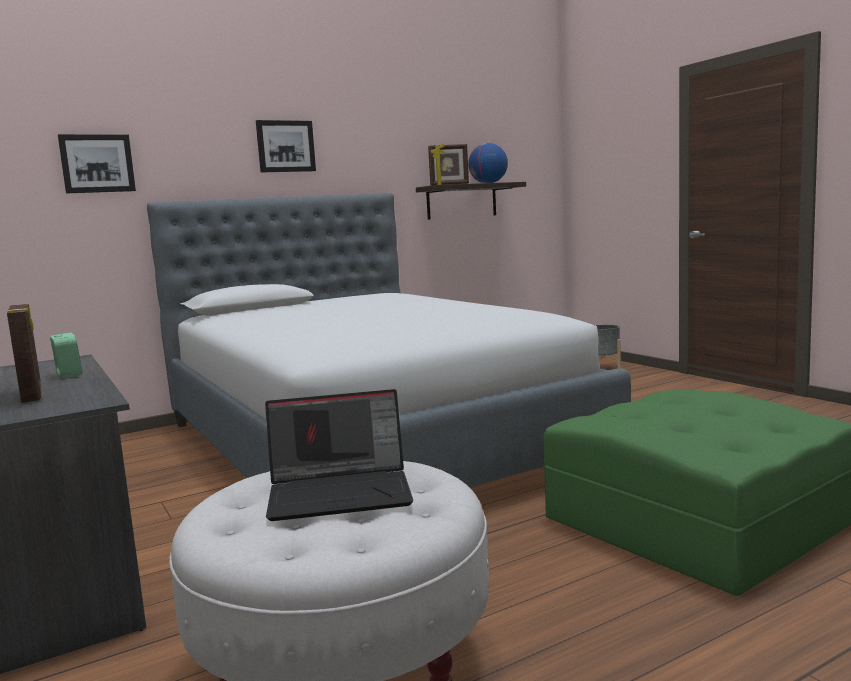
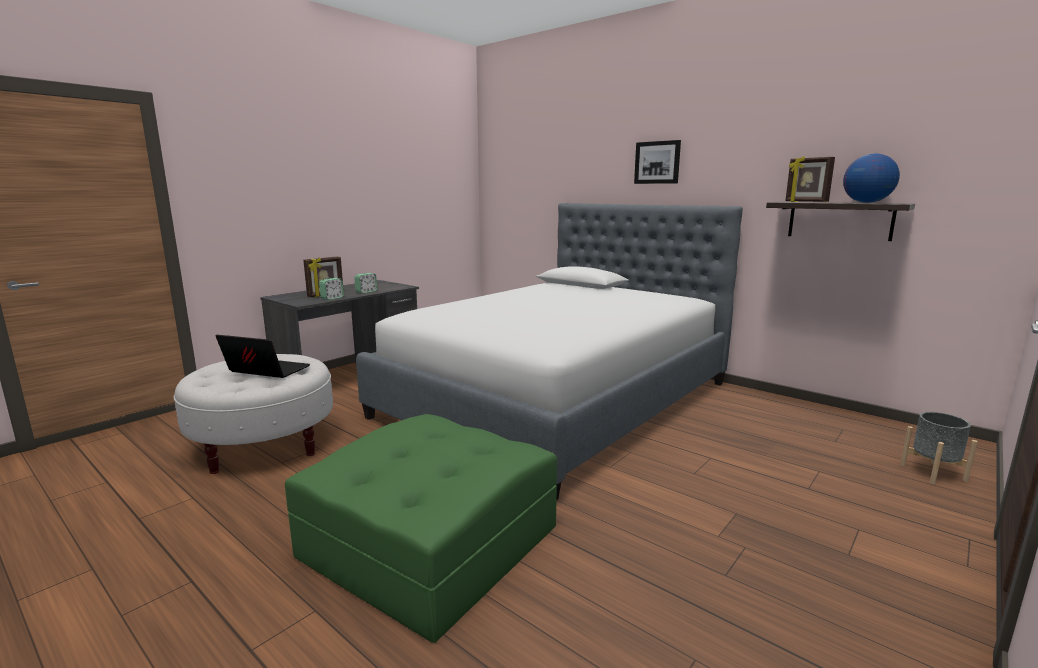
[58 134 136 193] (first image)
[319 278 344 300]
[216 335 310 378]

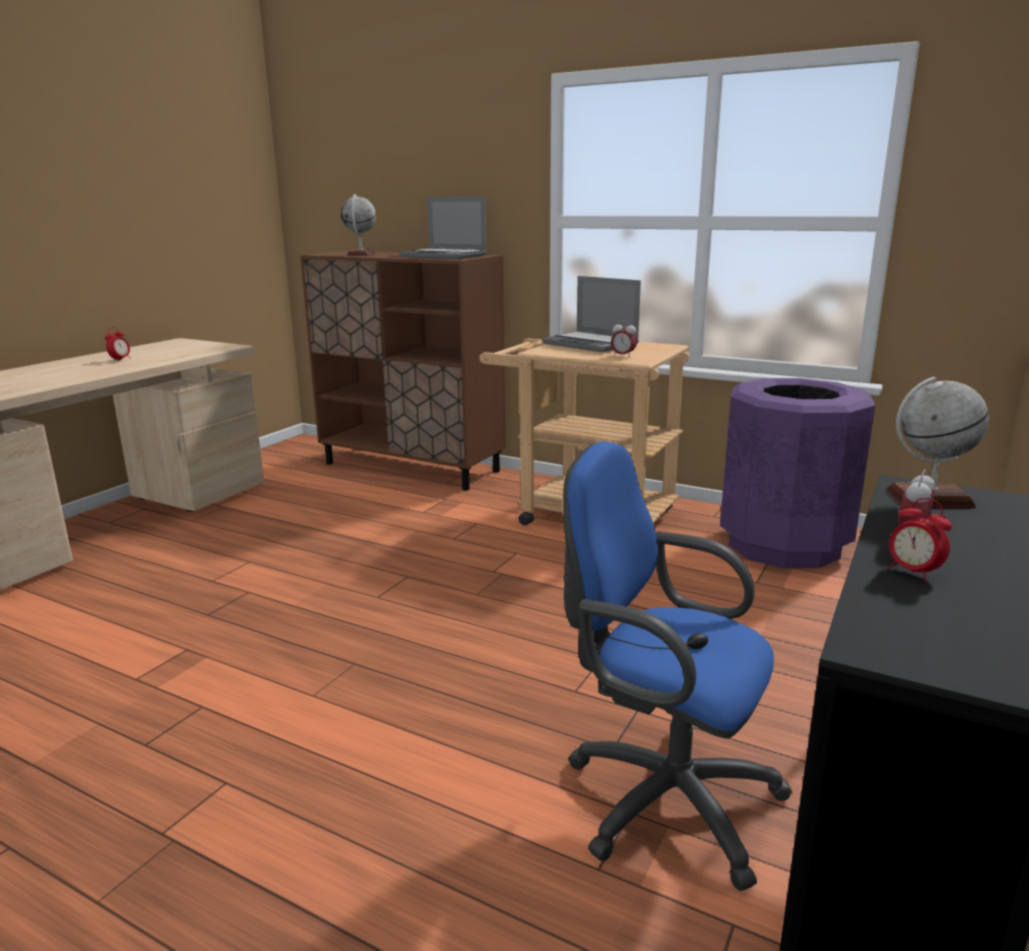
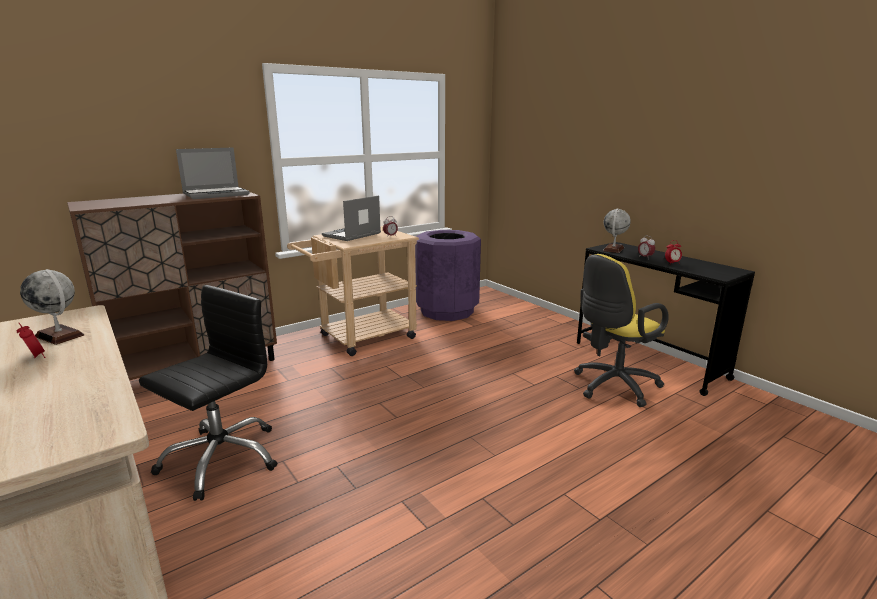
[139 285 278 501]
[20 269 84 345]
[574 254 669 407]
[322 195 381 241]

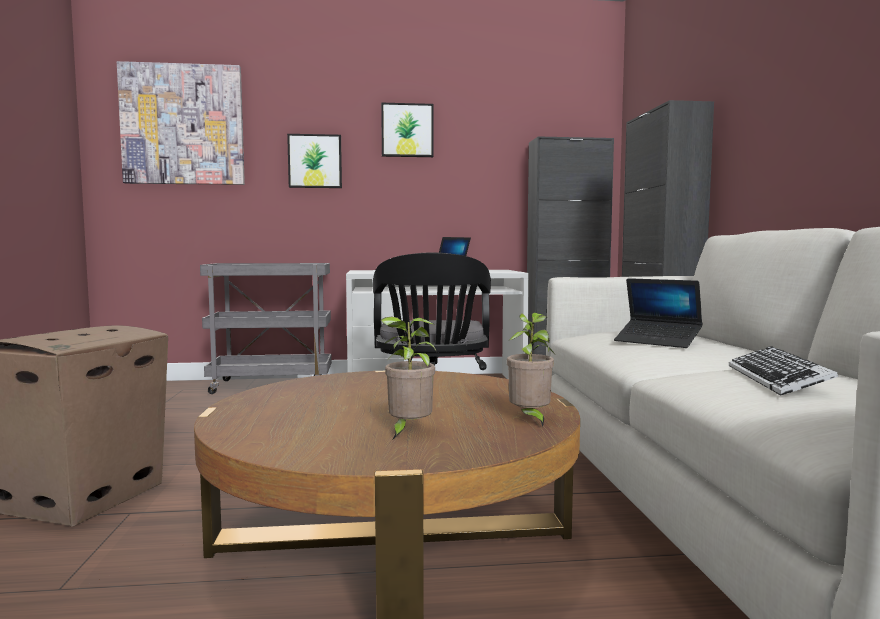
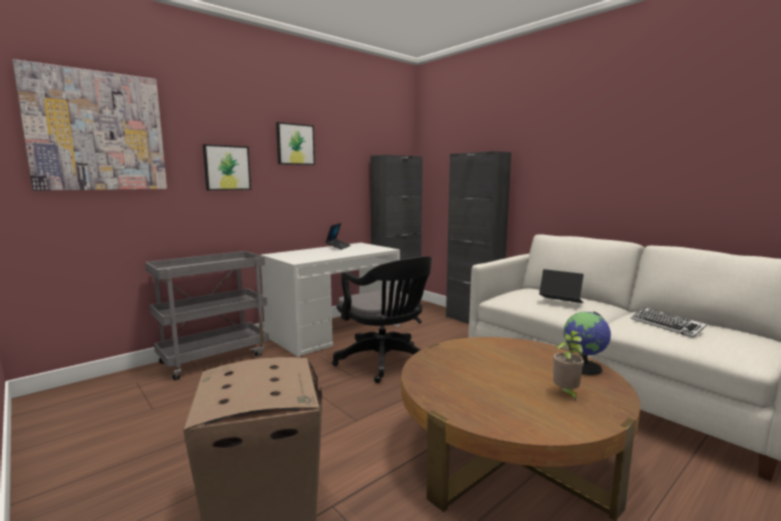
[564 311 611 375]
[539 269 584 303]

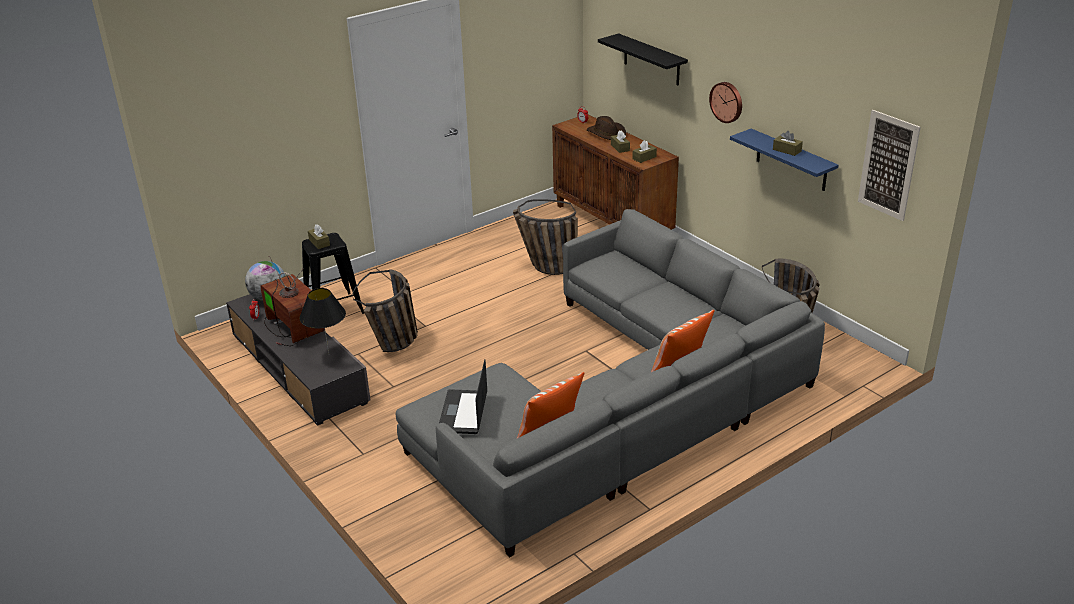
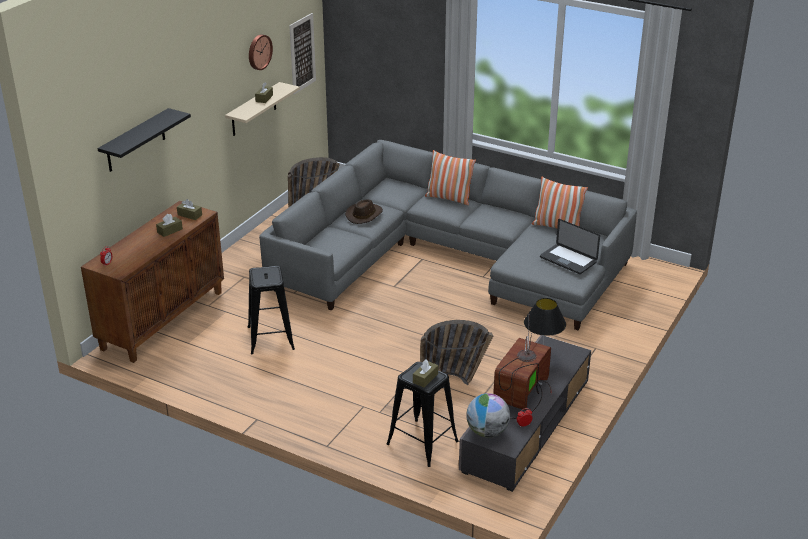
[345 199 383 224]
[249 34 273 70]
[248 266 295 354]
[225 82 300 136]
[540 219 600 274]

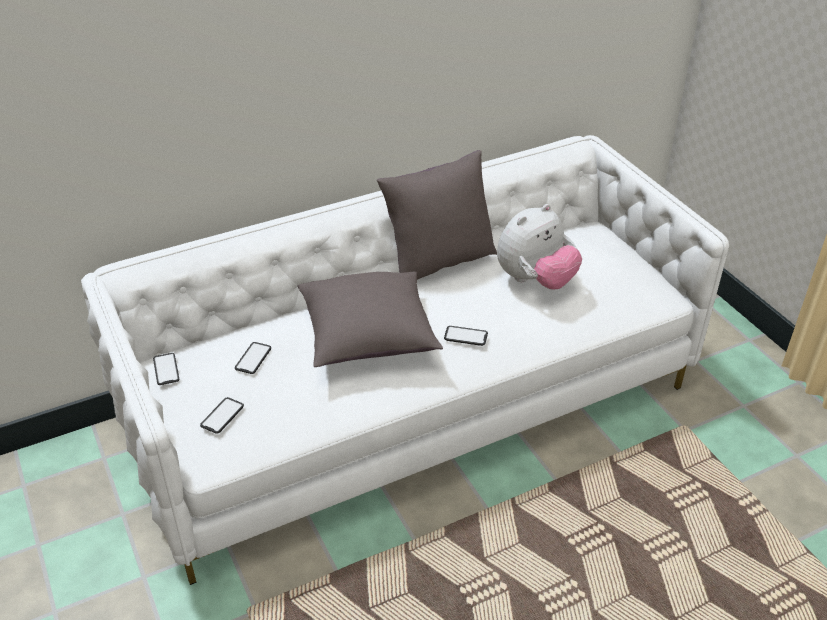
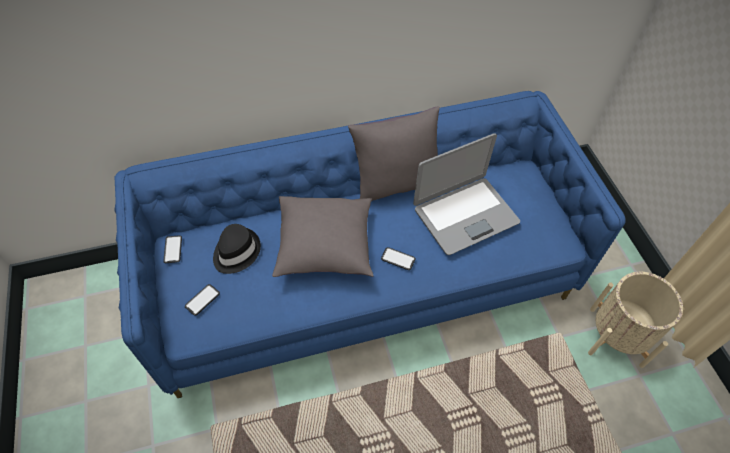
[588 272 683 368]
[213 224 261 274]
[413 133 520 255]
[114 91 626 398]

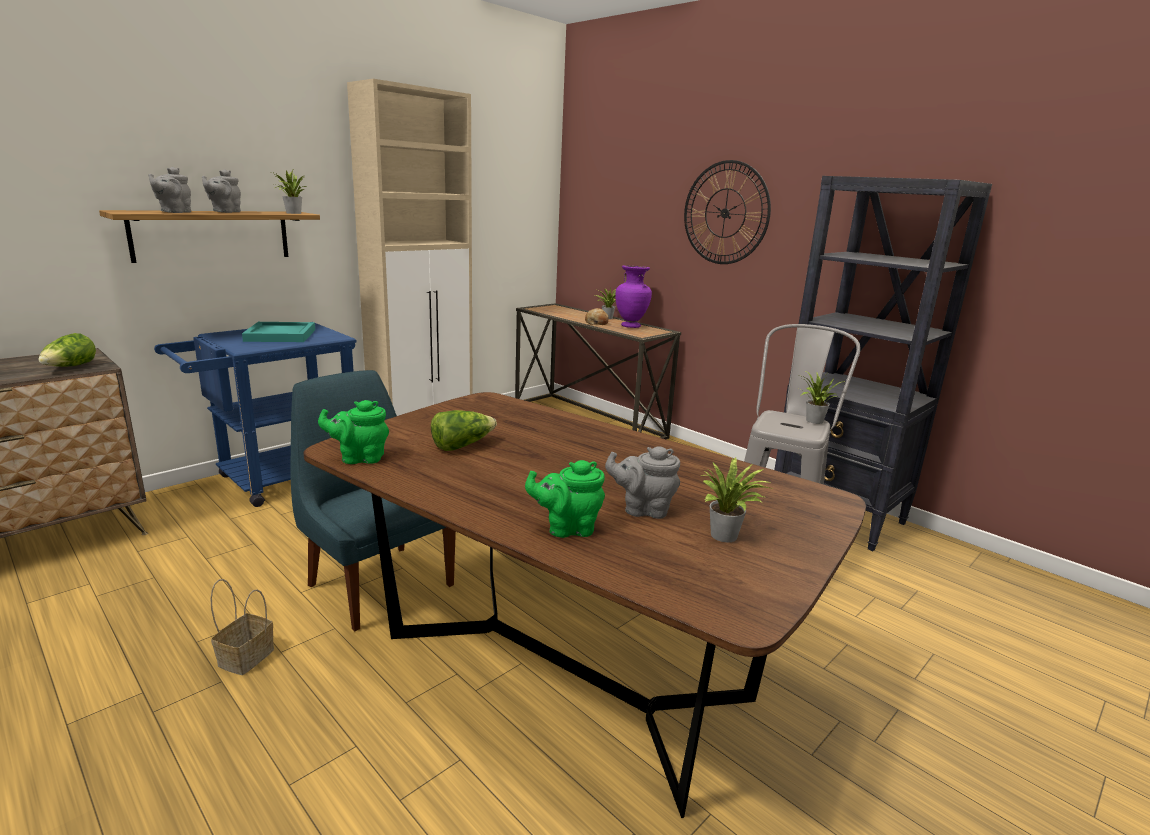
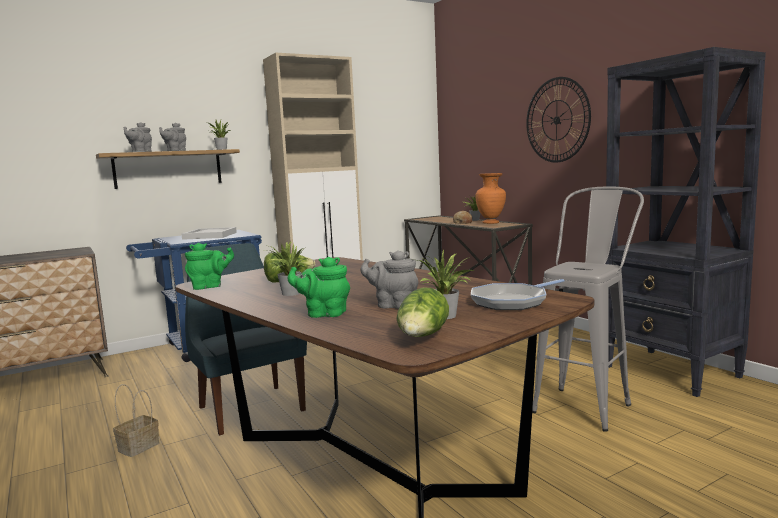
[471 279 565 310]
[396 287 449 337]
[268 241 307 296]
[181 227 237 240]
[476 173 506 224]
[185 243 234 290]

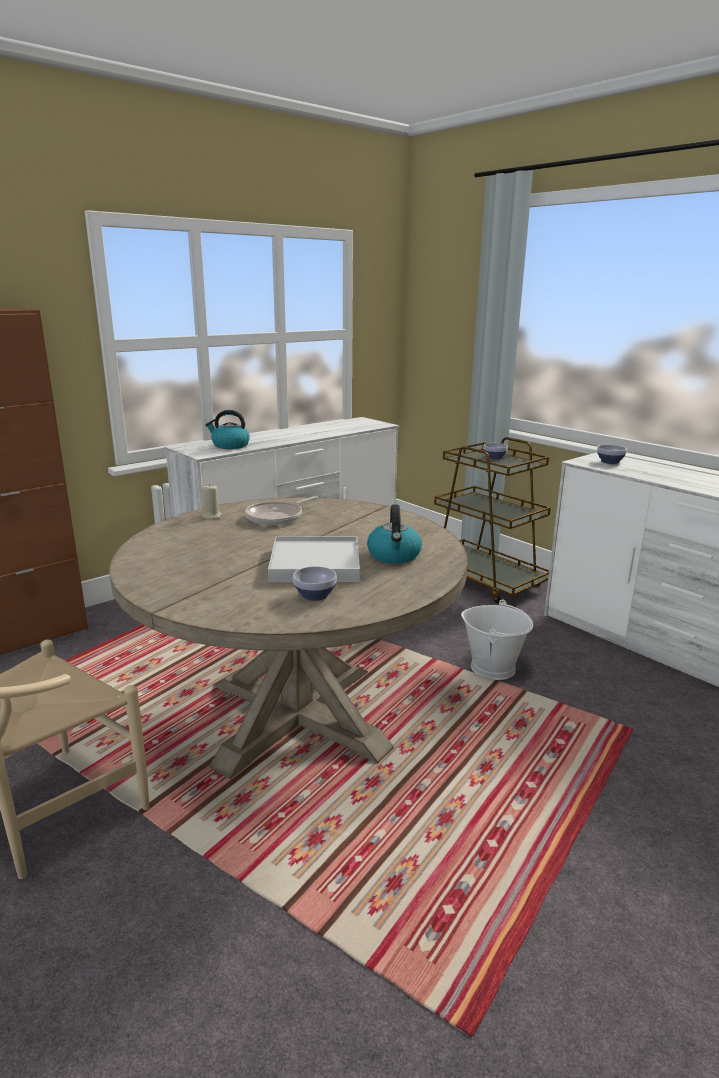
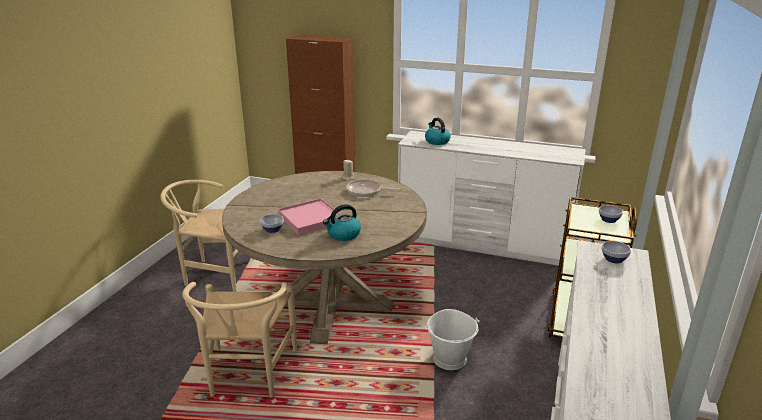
[182 282 297 398]
[278 198 341 235]

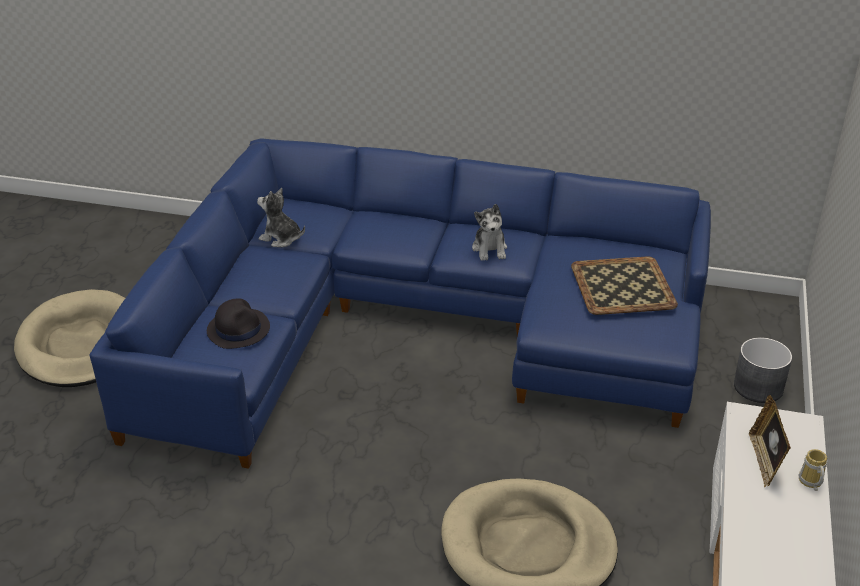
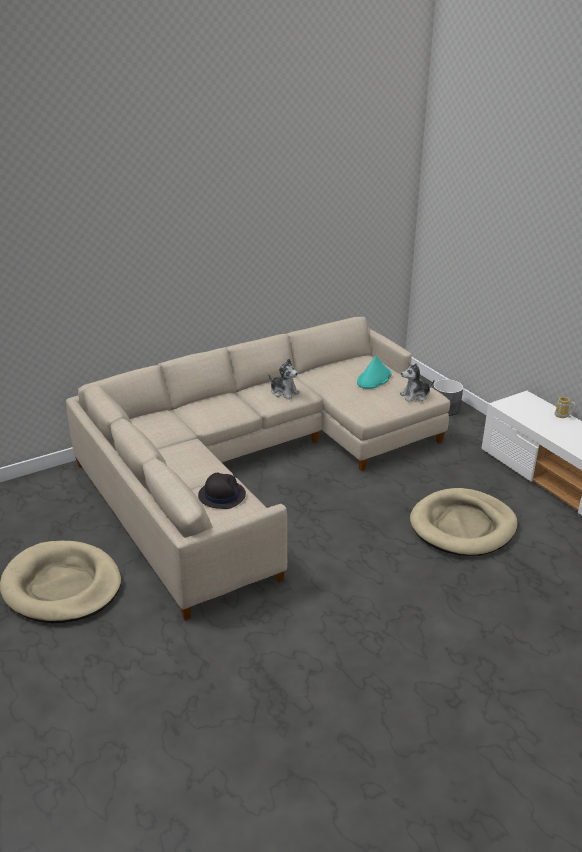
[749 395 791 487] (first image)
[400 362 434 402]
[357 356 392 389]
[66 317 450 621]

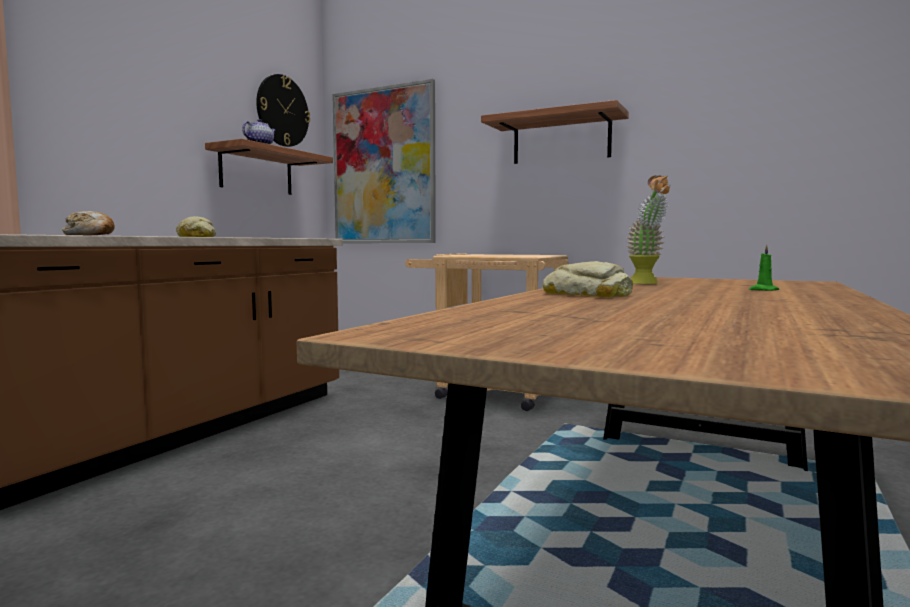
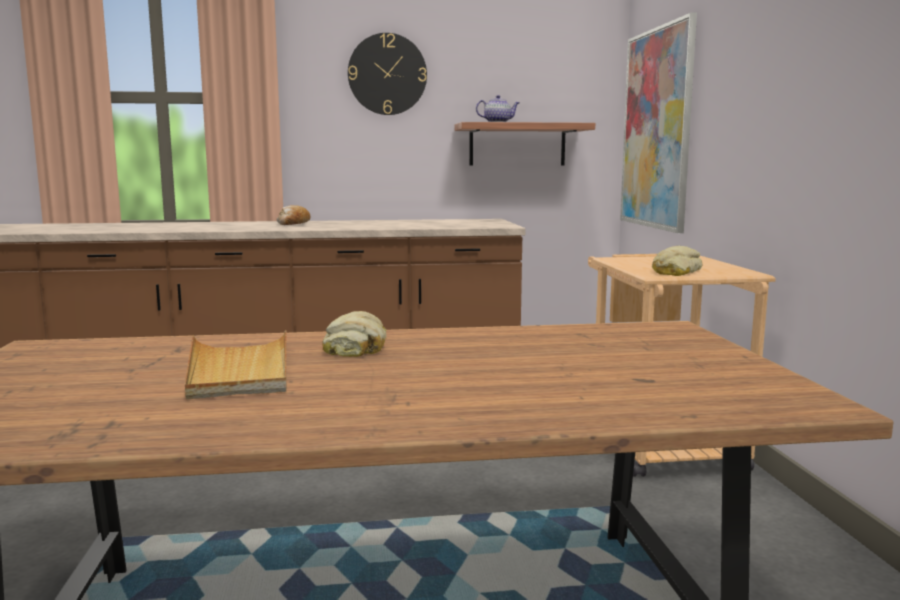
[481 100 629 164] (first image)
[626 175 670 284] (first image)
[749 244 779 291] (first image)
[185 330 286 399]
[652 246 702 276]
[348 33 427 115]

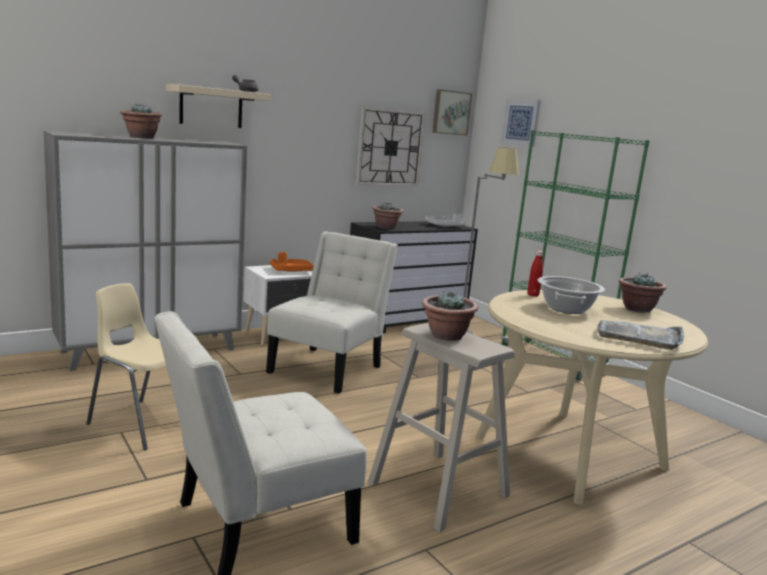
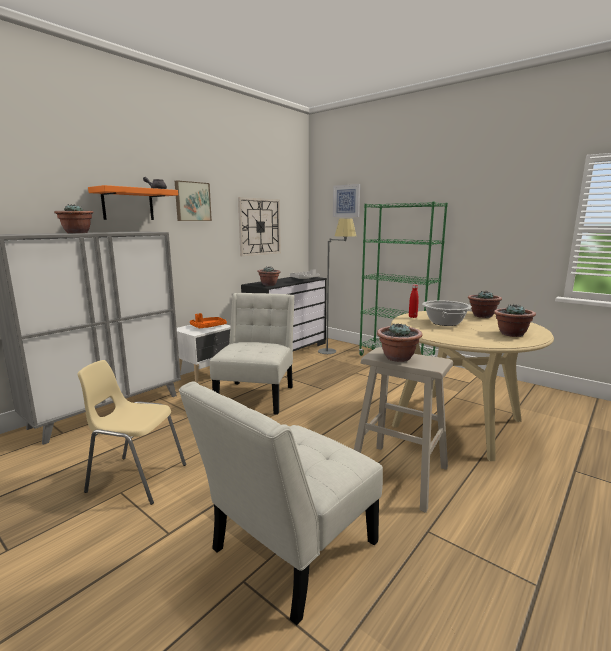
[175 180 212 221]
[494 304 536 337]
[88 185 178 220]

